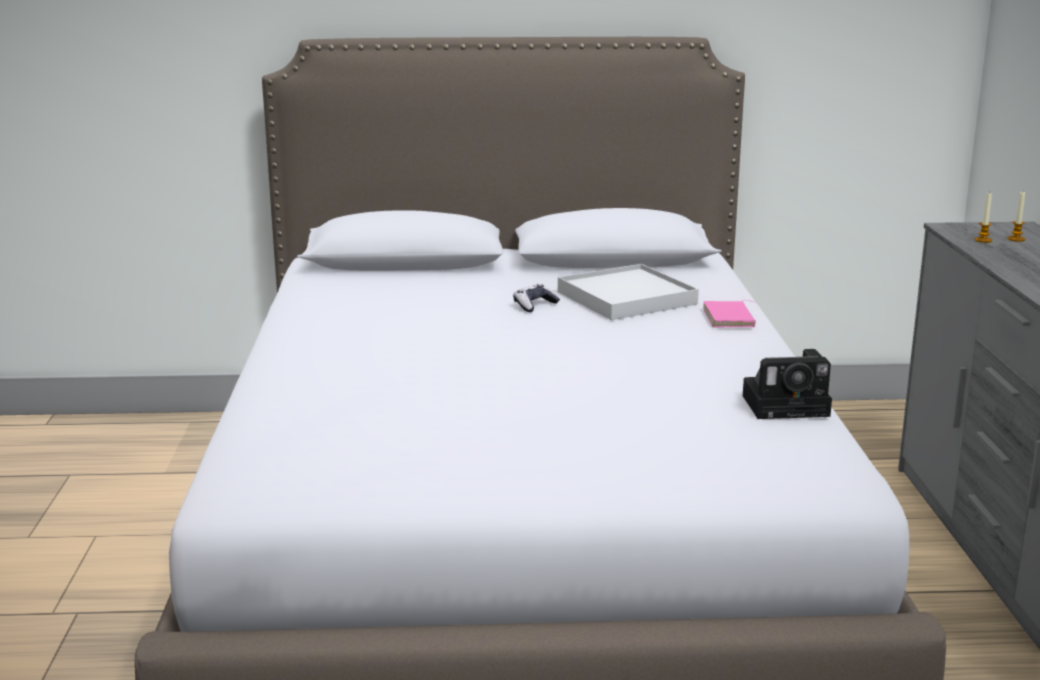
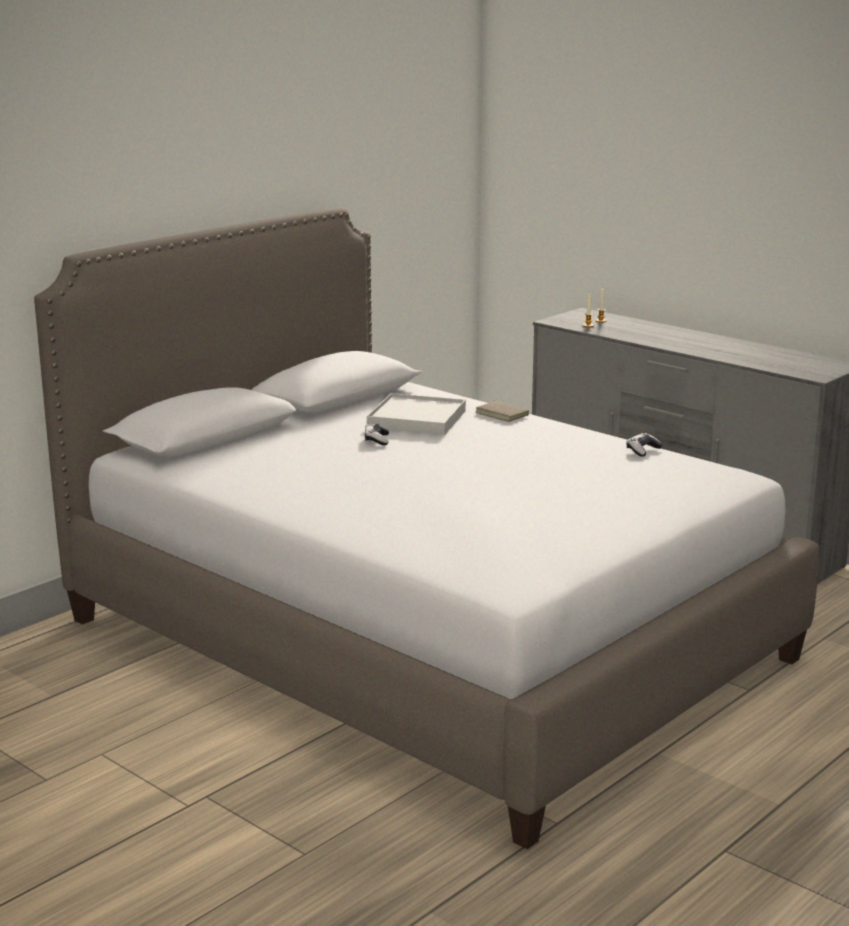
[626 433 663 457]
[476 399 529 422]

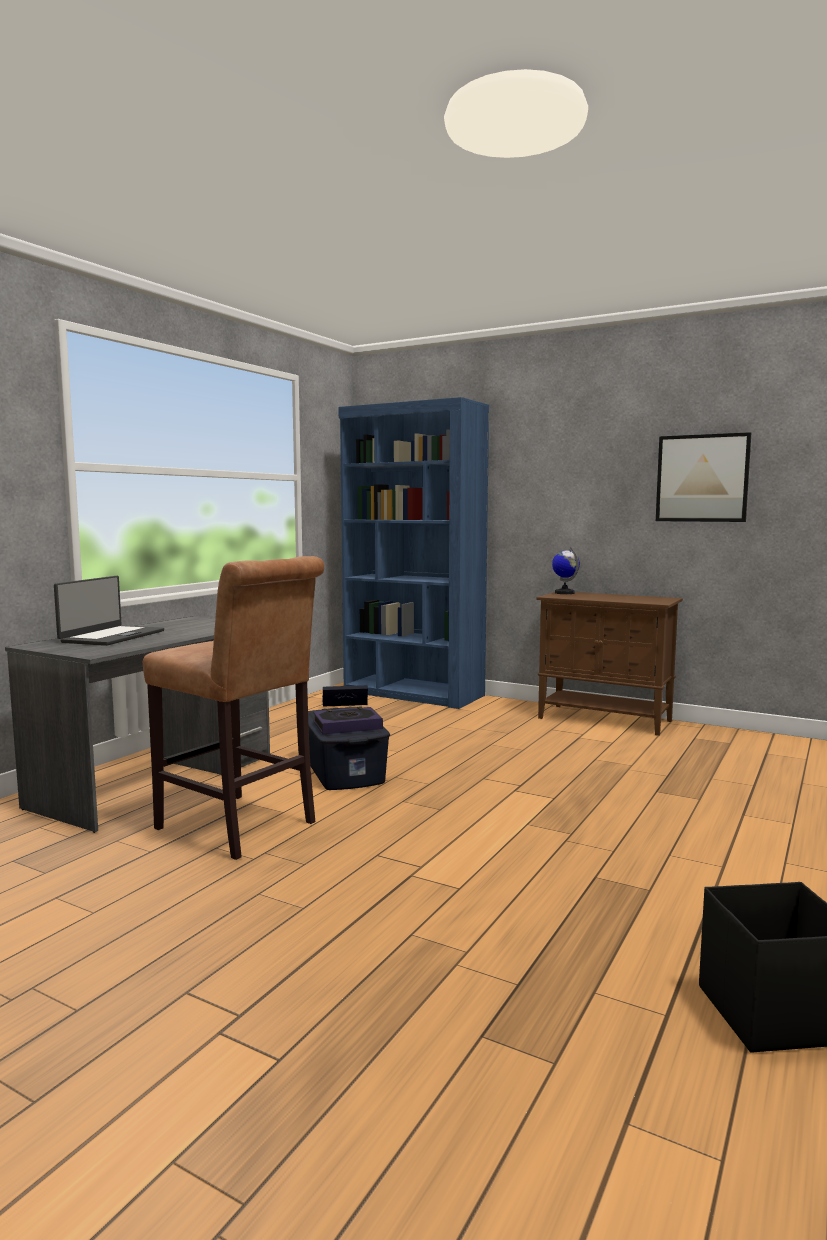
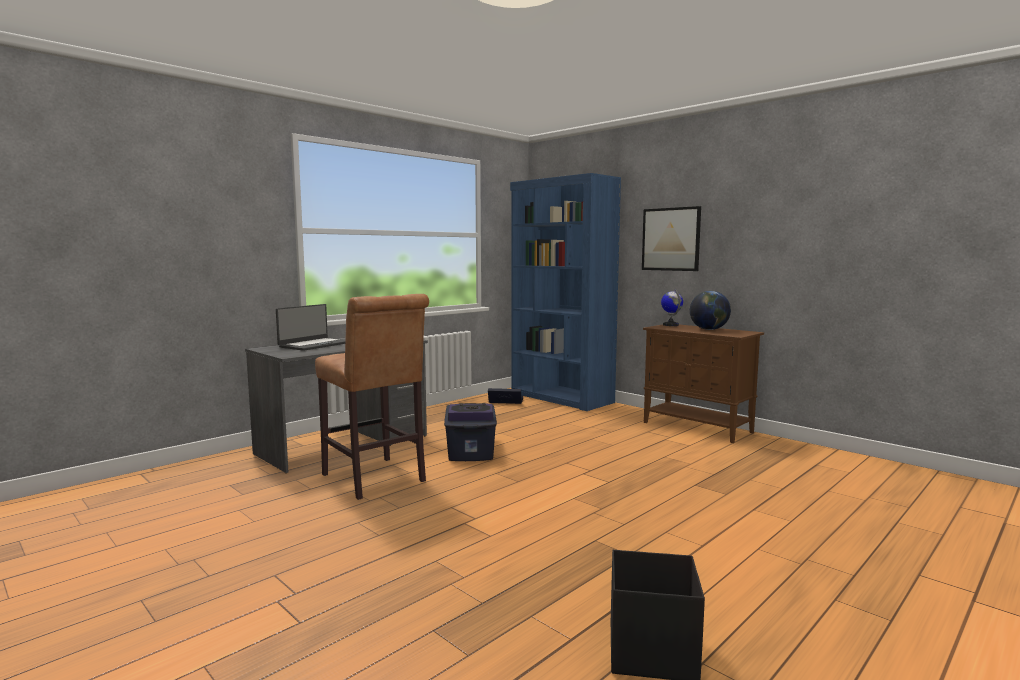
[690 291 731 330]
[642 206 701 271]

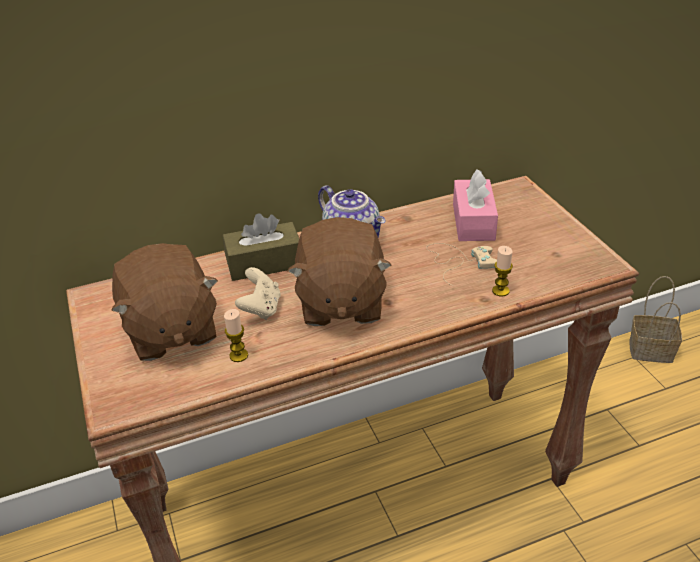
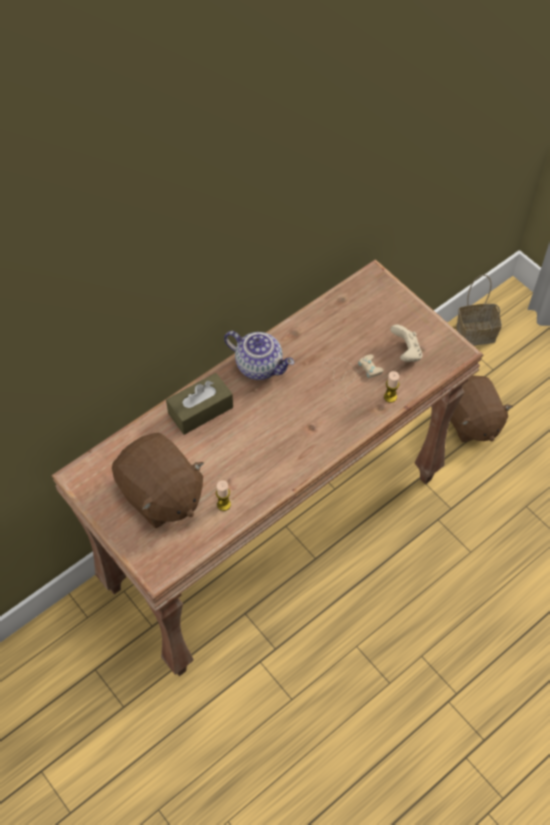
[453 169 498 241] (first image)
[390 324 422 362]
[450 375 513 442]

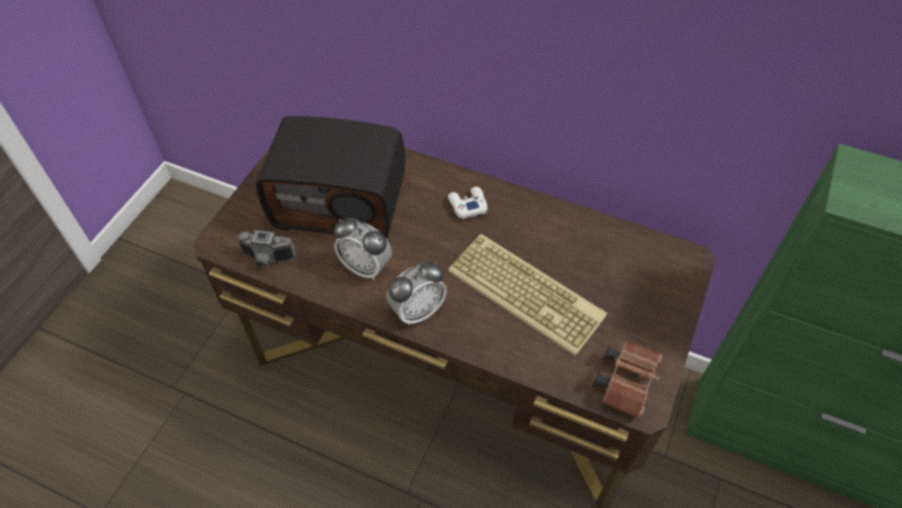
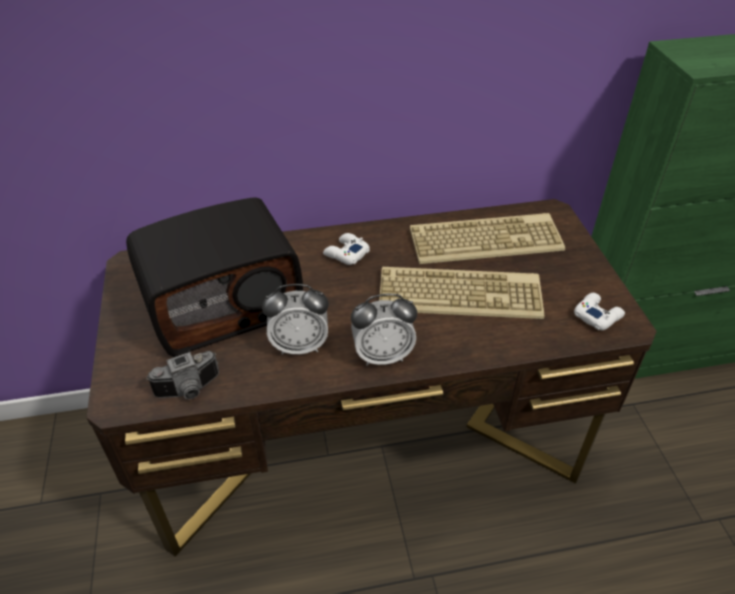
[410 213 565 264]
[574 293 625 330]
[351 294 417 366]

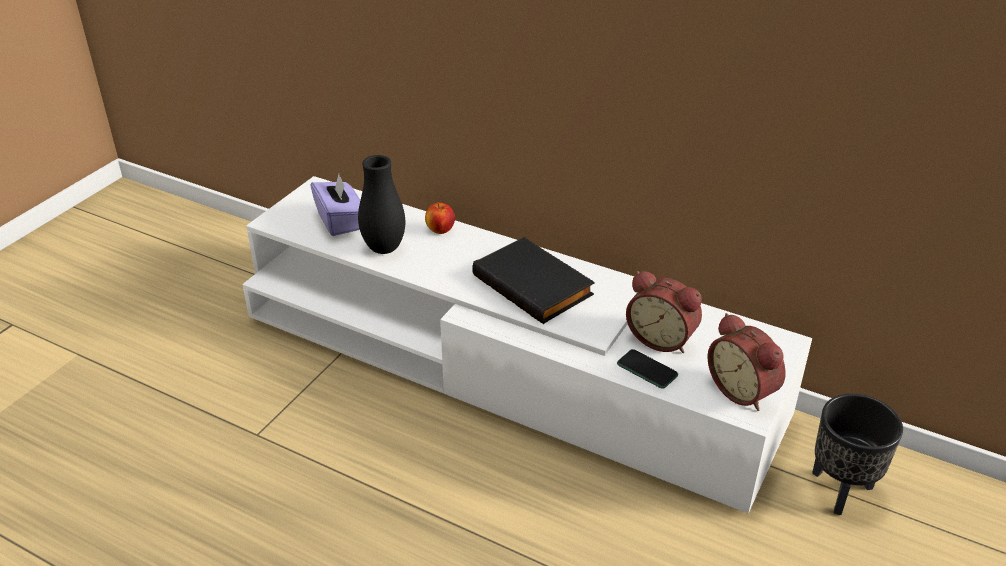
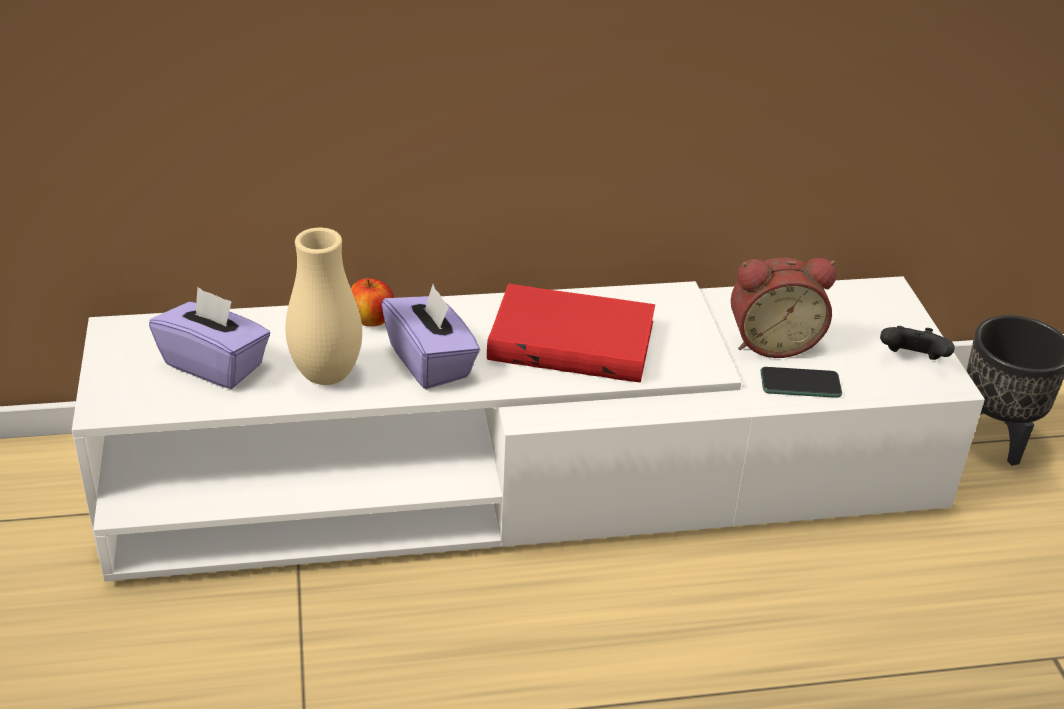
[382 284 480 389]
[880 326 955 360]
[285 228 362 385]
[487 283 655 383]

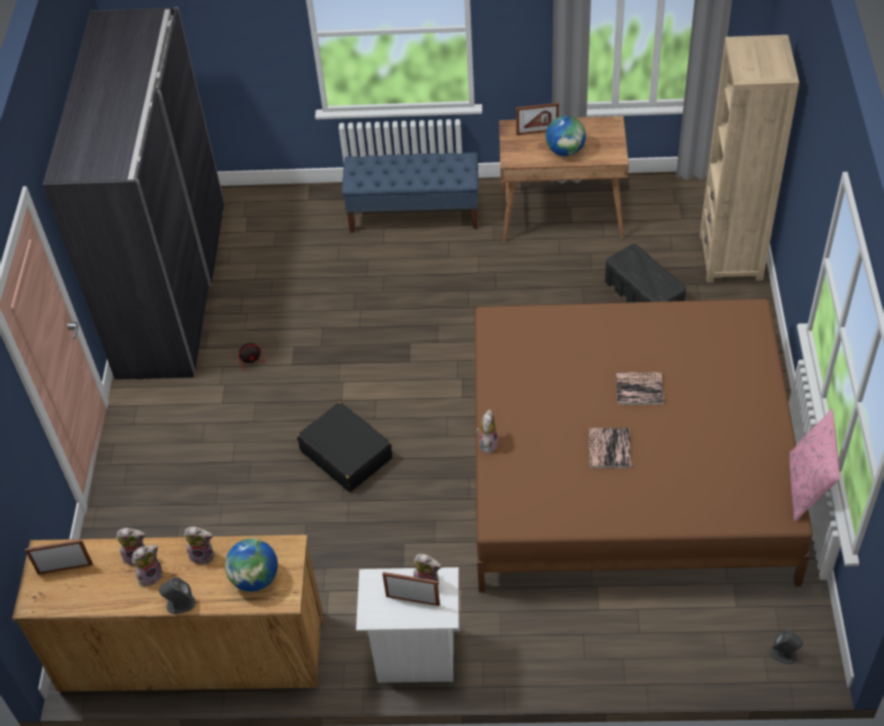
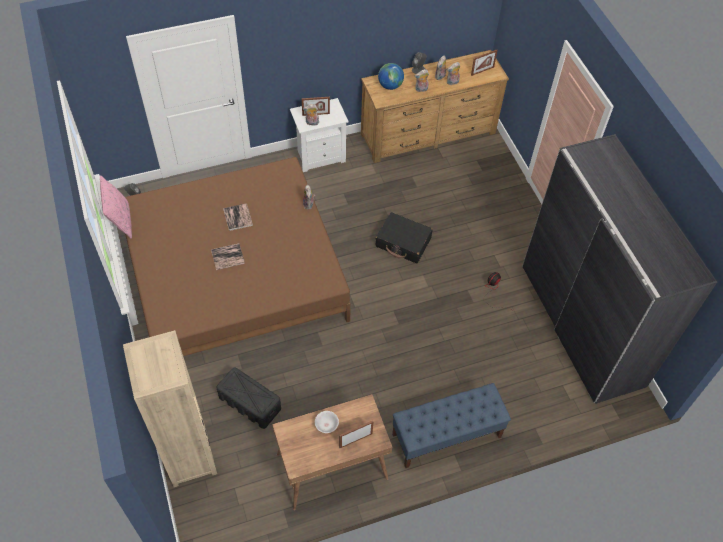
[315 411 339 433]

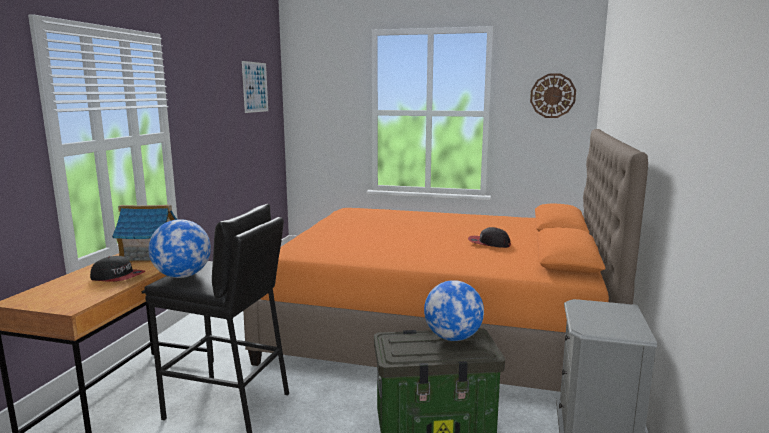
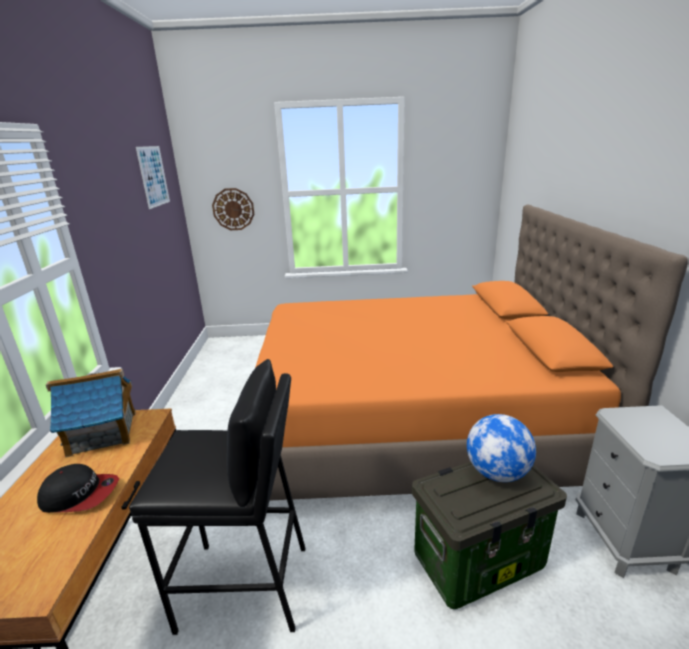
[149 219 211 278] (first image)
[468 227 511 248] (first image)
[212 188 254 230]

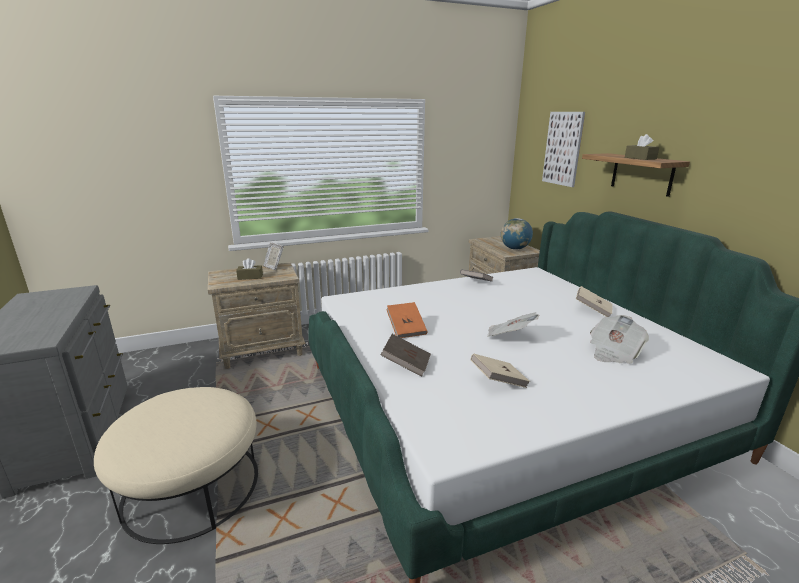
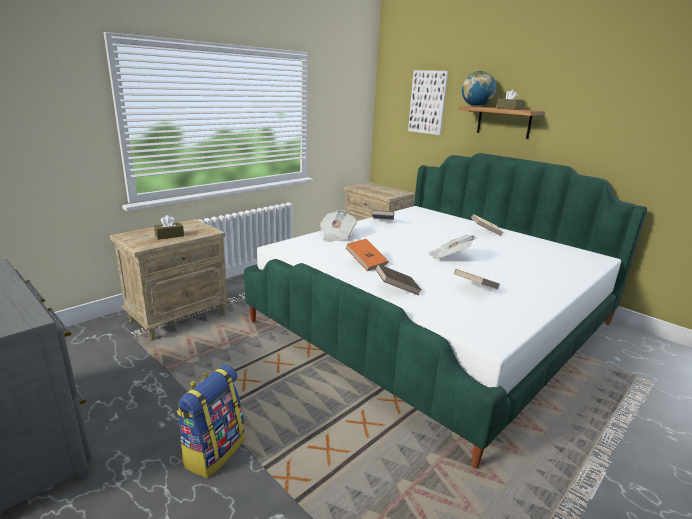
[263 242 284 270] (first image)
[462 71 496 107]
[320 210 357 242]
[177 365 245 478]

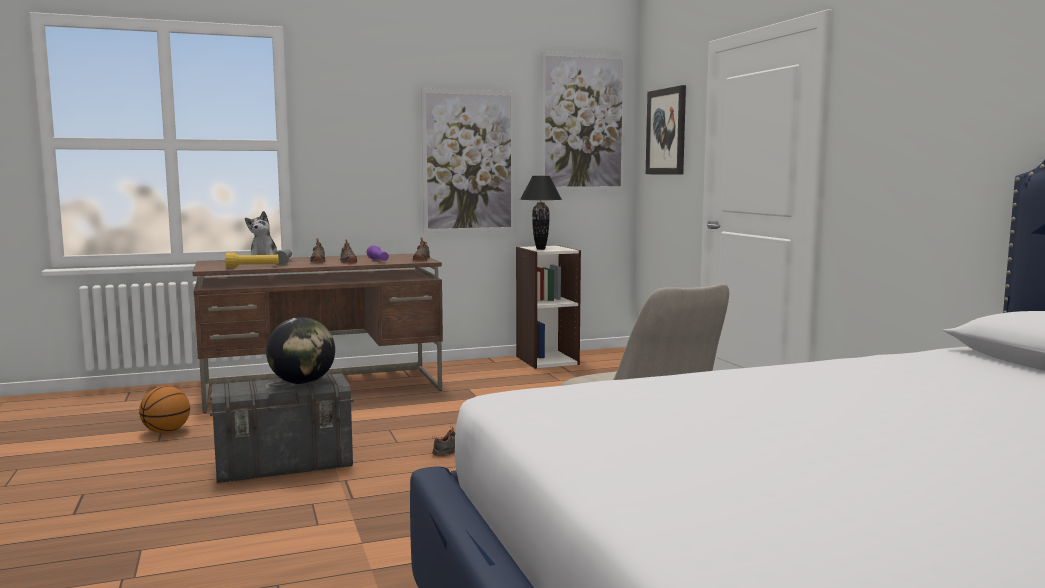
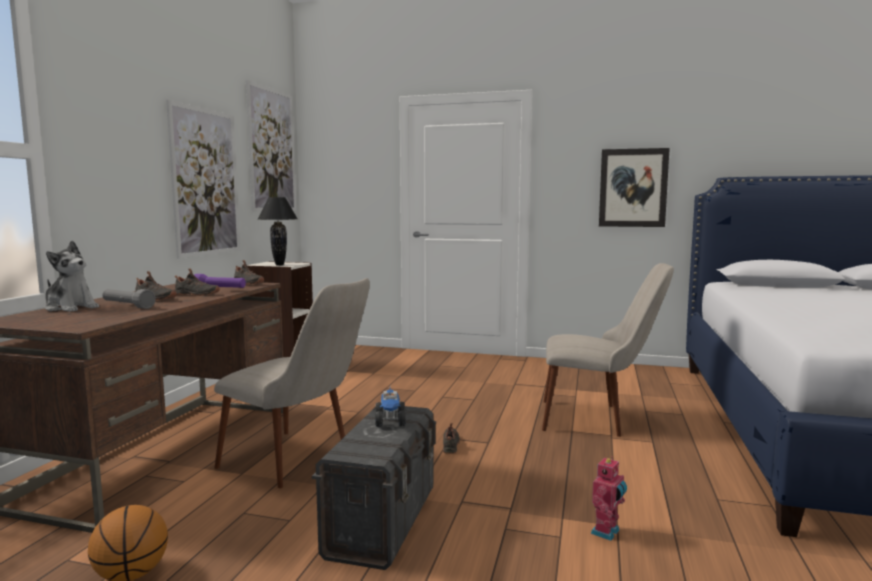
[225 252 279 268] (first image)
[214 278 370 488]
[591 457 627 541]
[599 148 670 227]
[375 387 406 427]

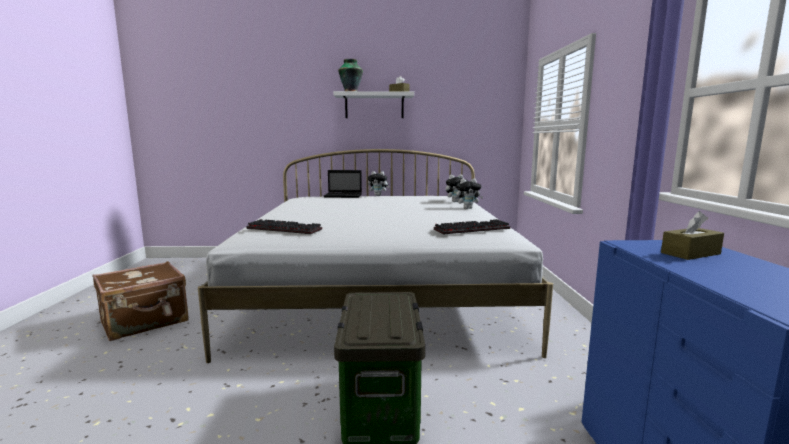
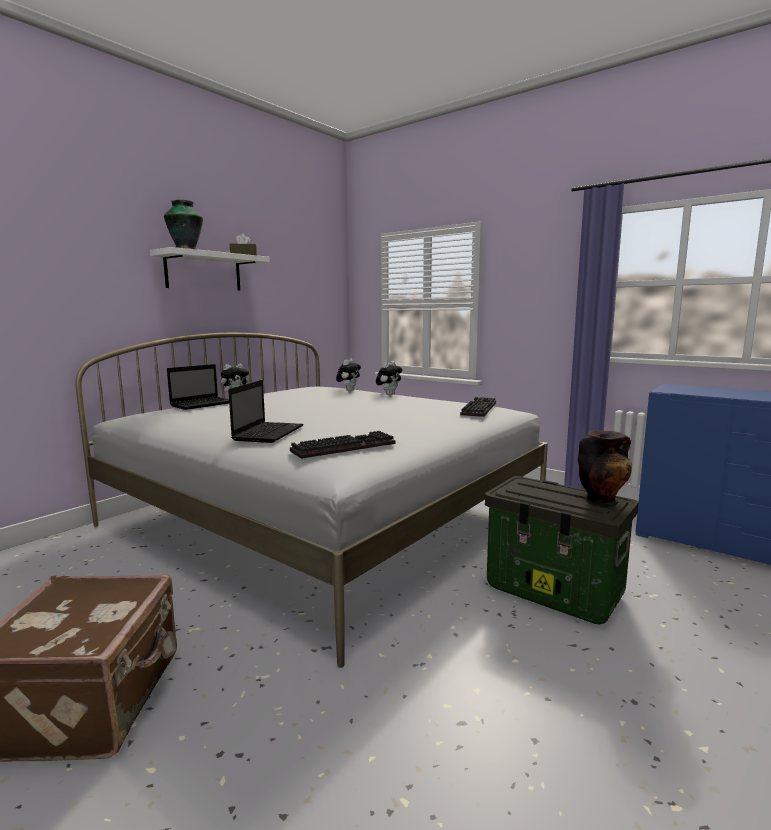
[661 211 724 260] (first image)
[228 380 304 443]
[578 431 632 504]

